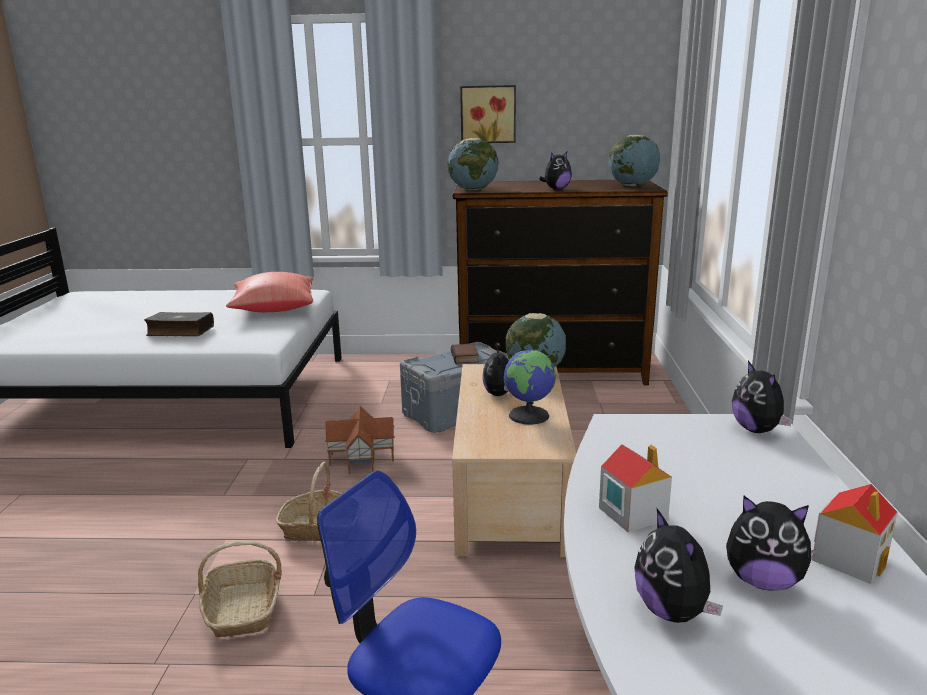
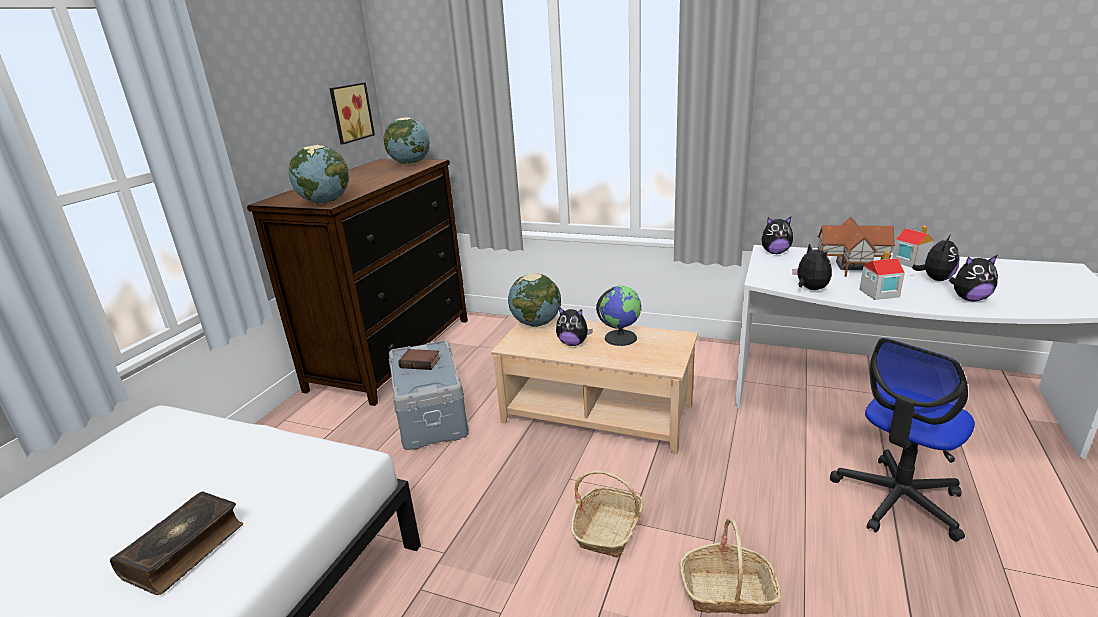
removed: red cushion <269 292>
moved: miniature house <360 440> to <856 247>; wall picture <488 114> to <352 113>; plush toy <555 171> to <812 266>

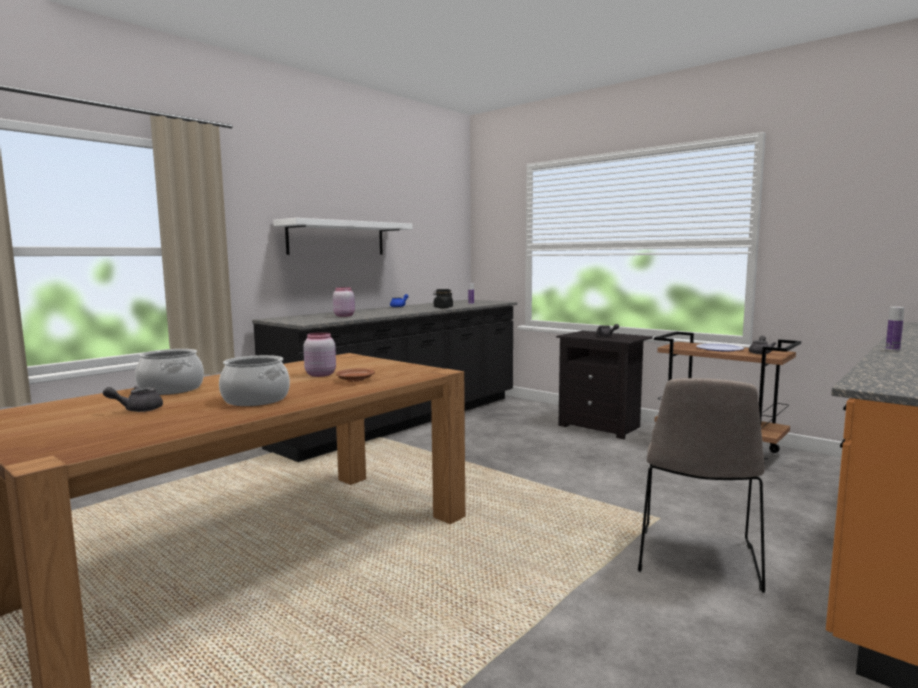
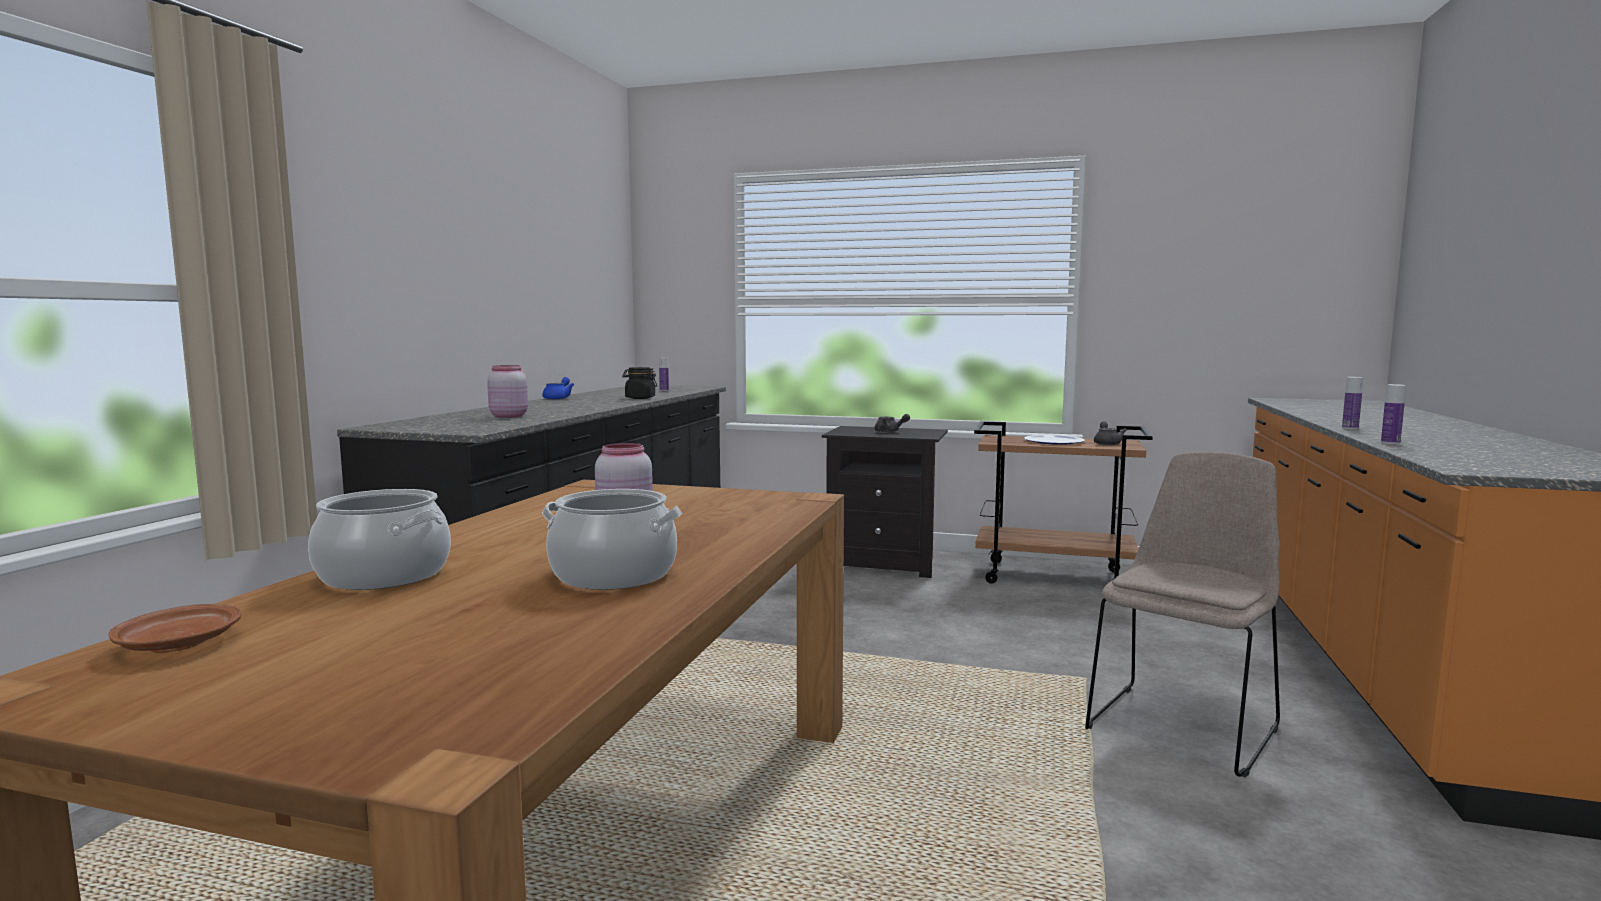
removed: greyish teapot <133 399>; white bracket shelf <343 236>
added: bottle <1393 414>
moved: brownish plate <355 375> to <174 628>
turned: sand-coloured chair <701 485> = <1182 614> 135 degrees counterclockwise

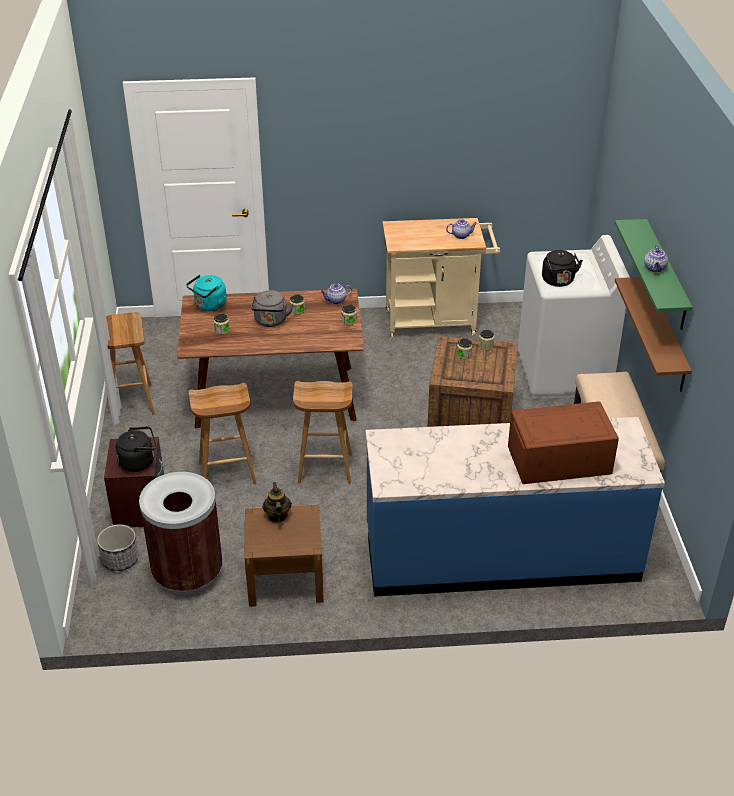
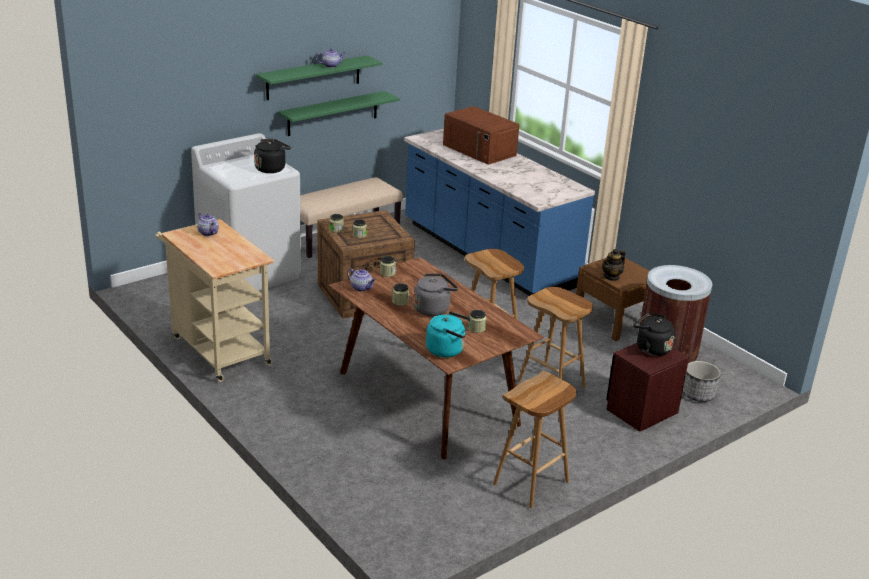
recoloured: brownish bracket shelf <653 334> to greenish bracket shelf <338 113>

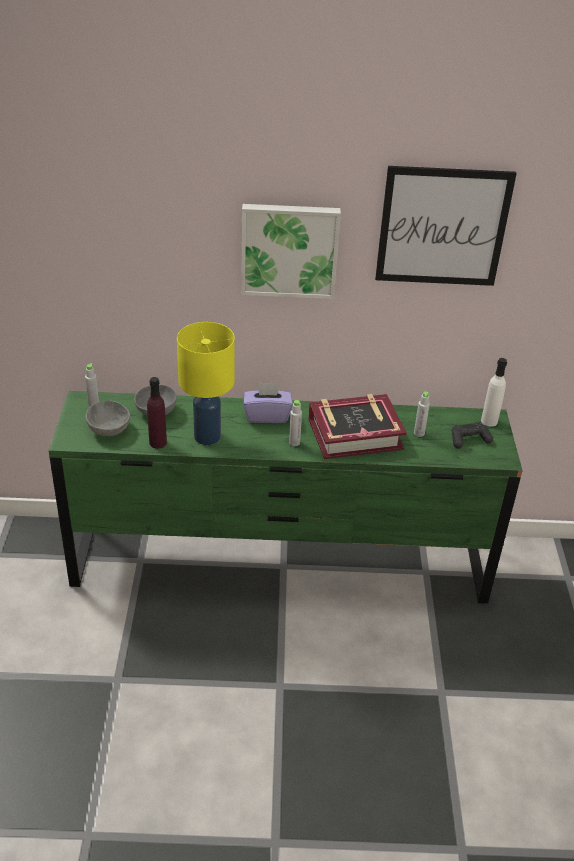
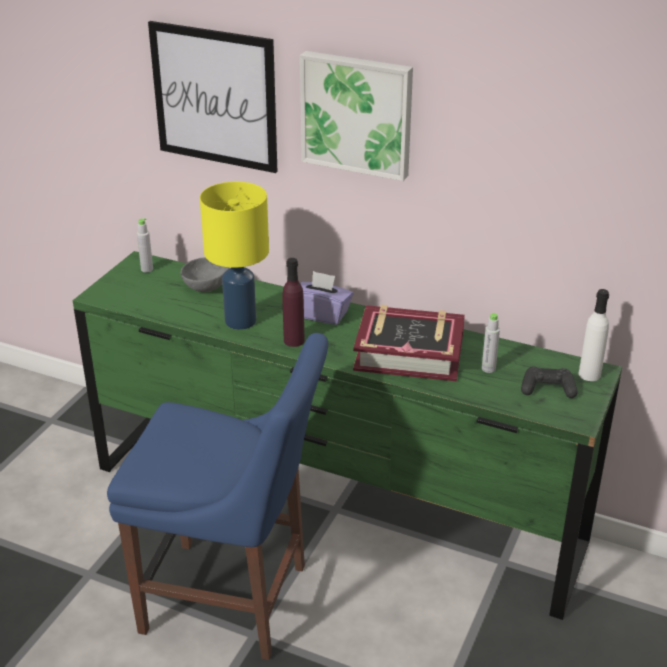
removed: greyish bowl <108 418>; greyish bottle <295 423>
added: blue-coloured chair <217 496>
moved: purple bottle <157 413> to <293 302>; wall picture <446 226> to <213 97>

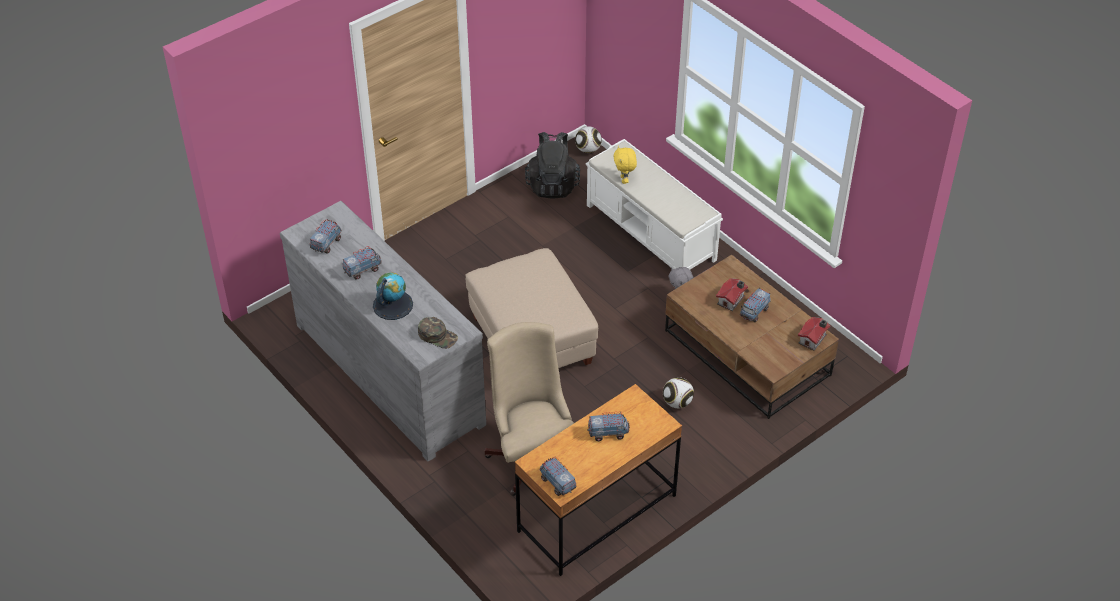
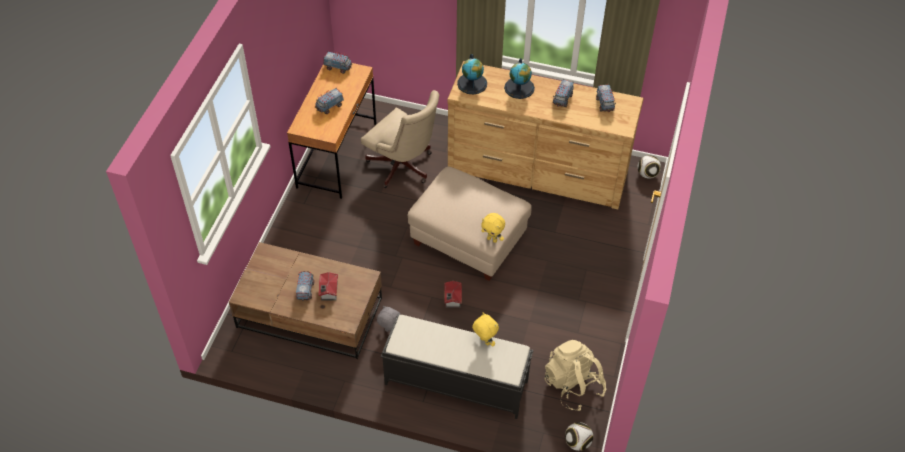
added: yellow-coloured plush toy <493 228>
moved: ball for football <678 392> to <649 167>; miniature house <814 334> to <453 294>
replaced: greenish baseball cap <438 333> to globe <472 74>
recoloured: greyish drawer chest <383 331> to brownish drawer chest <545 135>; blackish knapsack <552 165> to sand-coloured knapsack <575 375>; white long seat <654 204> to blackish long seat <457 367>

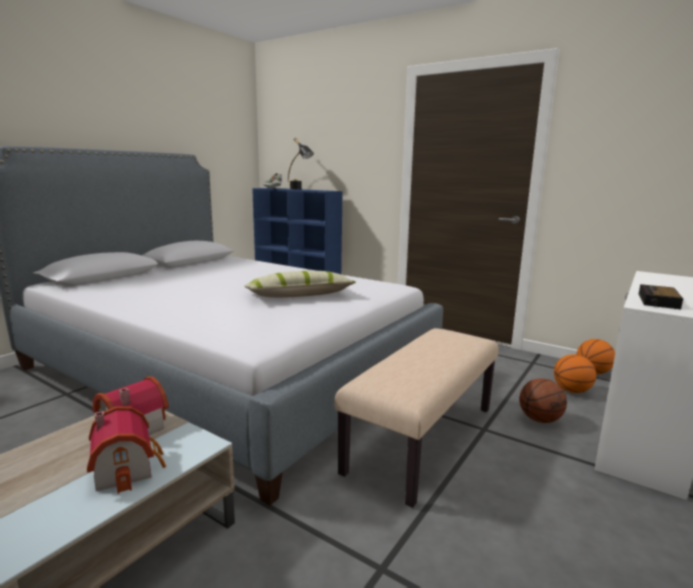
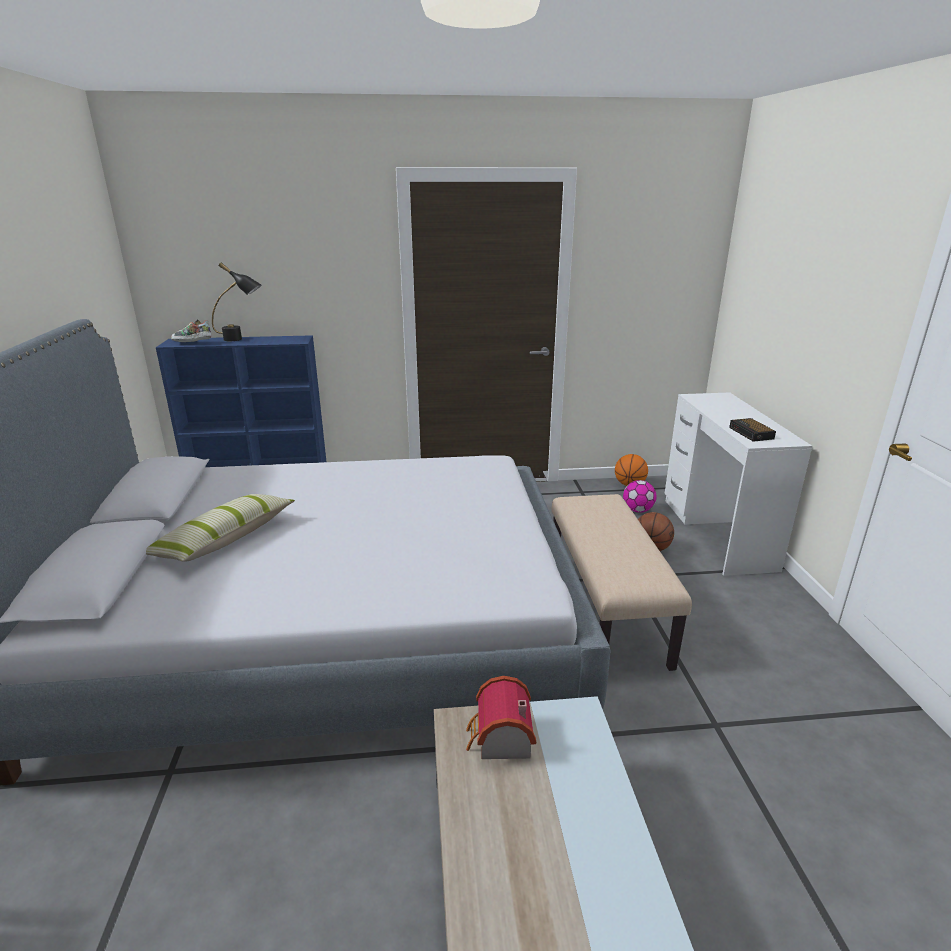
removed: miniature house <126 450>
moved: cushion <300 284> to <220 528>
replaced: basketball <575 373> to ball for football <639 496>

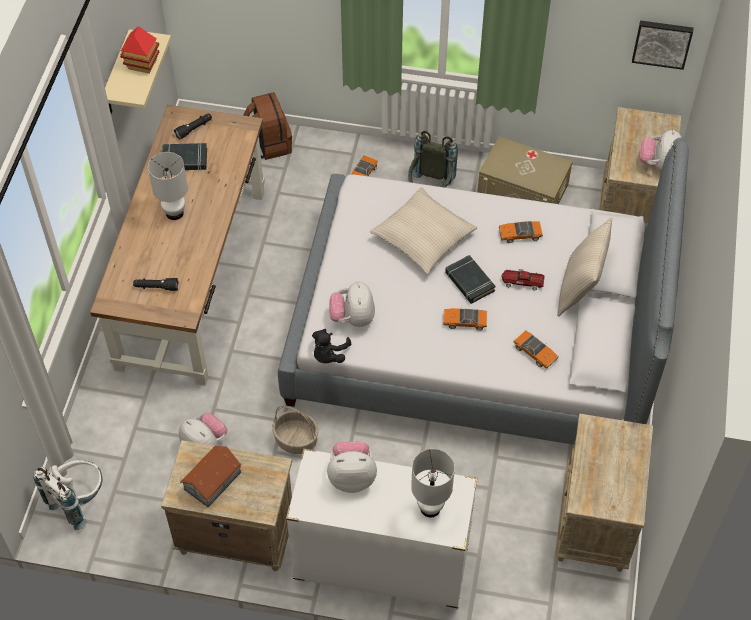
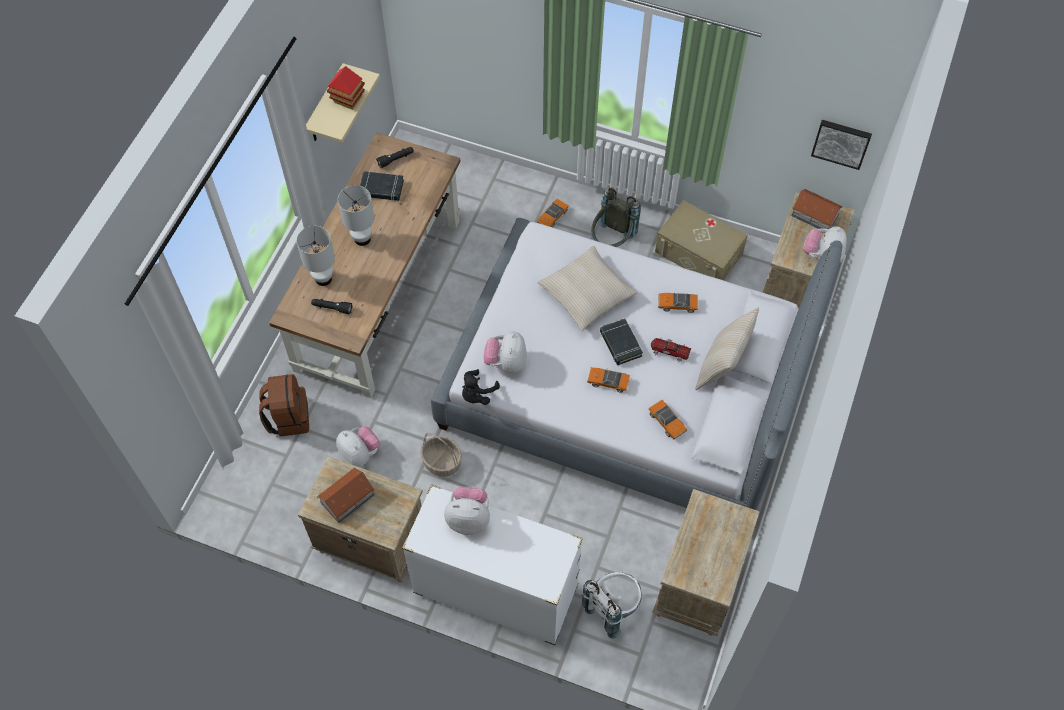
added: miniature house <817 209>
moved: white knapsack <67 495> to <612 605>; brownish knapsack <267 126> to <284 405>; white tabletop lamp <433 483> to <315 256>

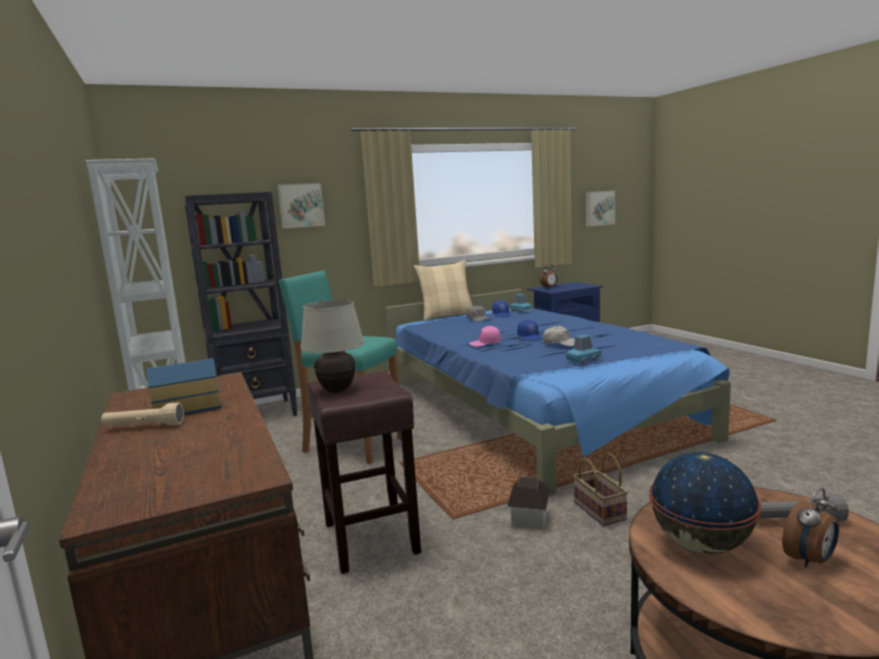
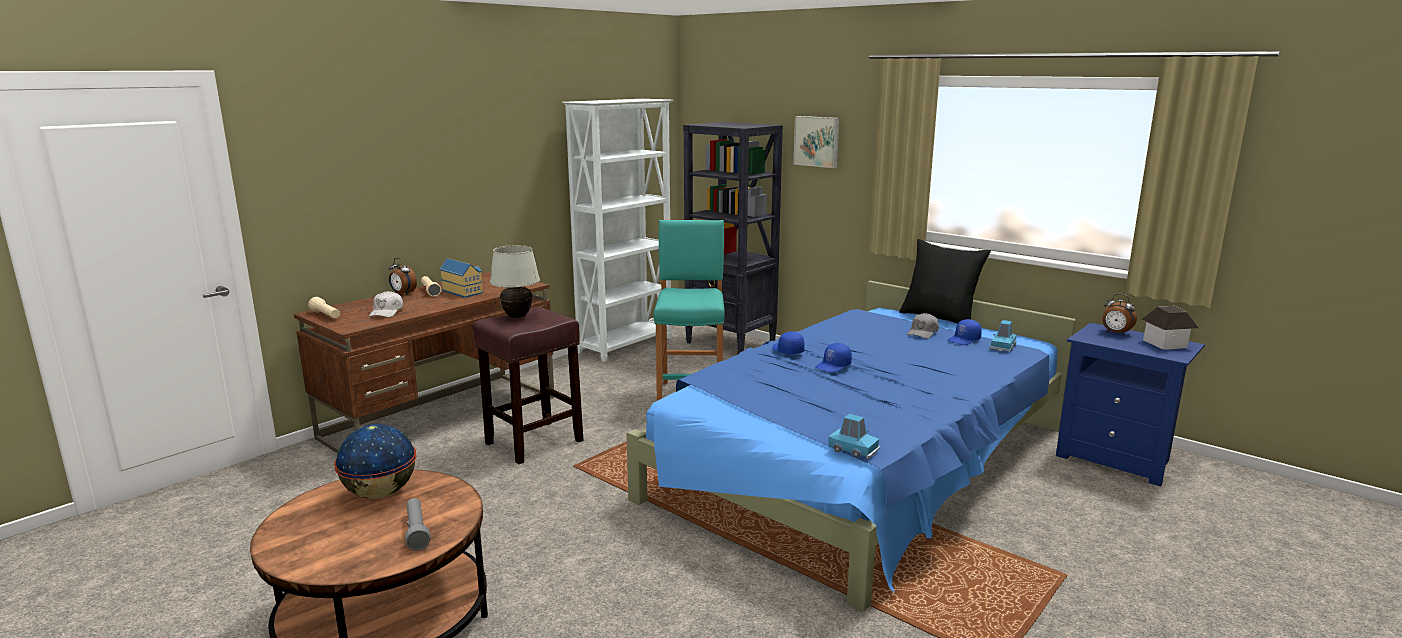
removed: storage basket <600 489>; wall picture <600 208>
added: sand-coloured torch <324 307>
moved: miniature house <528 502> to <1169 328>; white baseball cap <559 336> to <385 304>; blue-coloured miniature car <584 349> to <854 436>; alarm clock <810 528> to <403 276>
recoloured: sand-coloured cushion <443 290> to blackish cushion <945 281>; pinkish baseball cap <485 336> to blue-coloured baseball cap <788 342>

